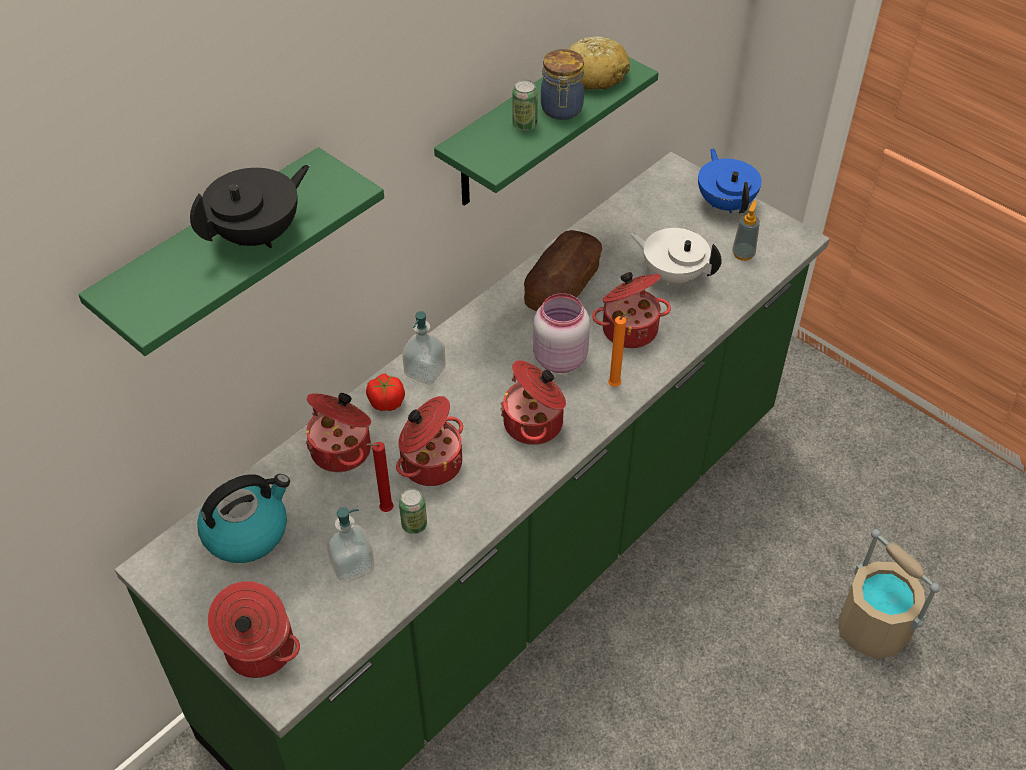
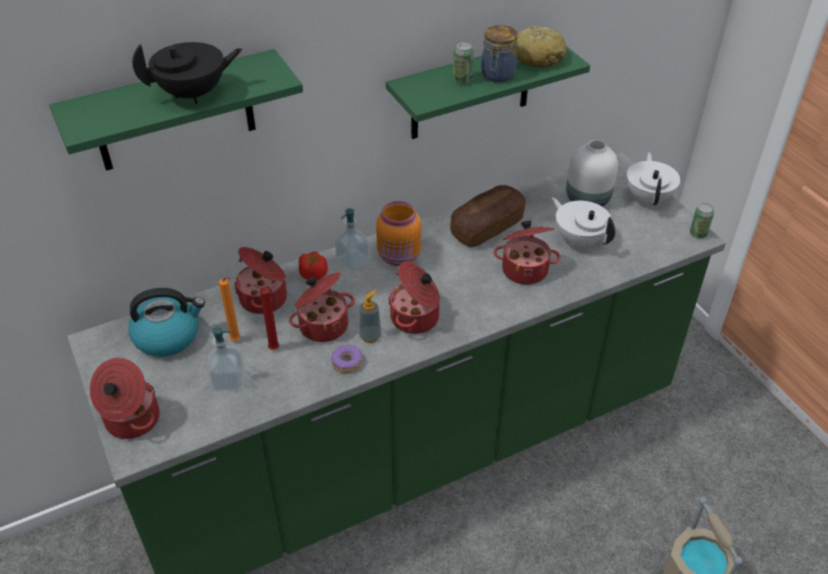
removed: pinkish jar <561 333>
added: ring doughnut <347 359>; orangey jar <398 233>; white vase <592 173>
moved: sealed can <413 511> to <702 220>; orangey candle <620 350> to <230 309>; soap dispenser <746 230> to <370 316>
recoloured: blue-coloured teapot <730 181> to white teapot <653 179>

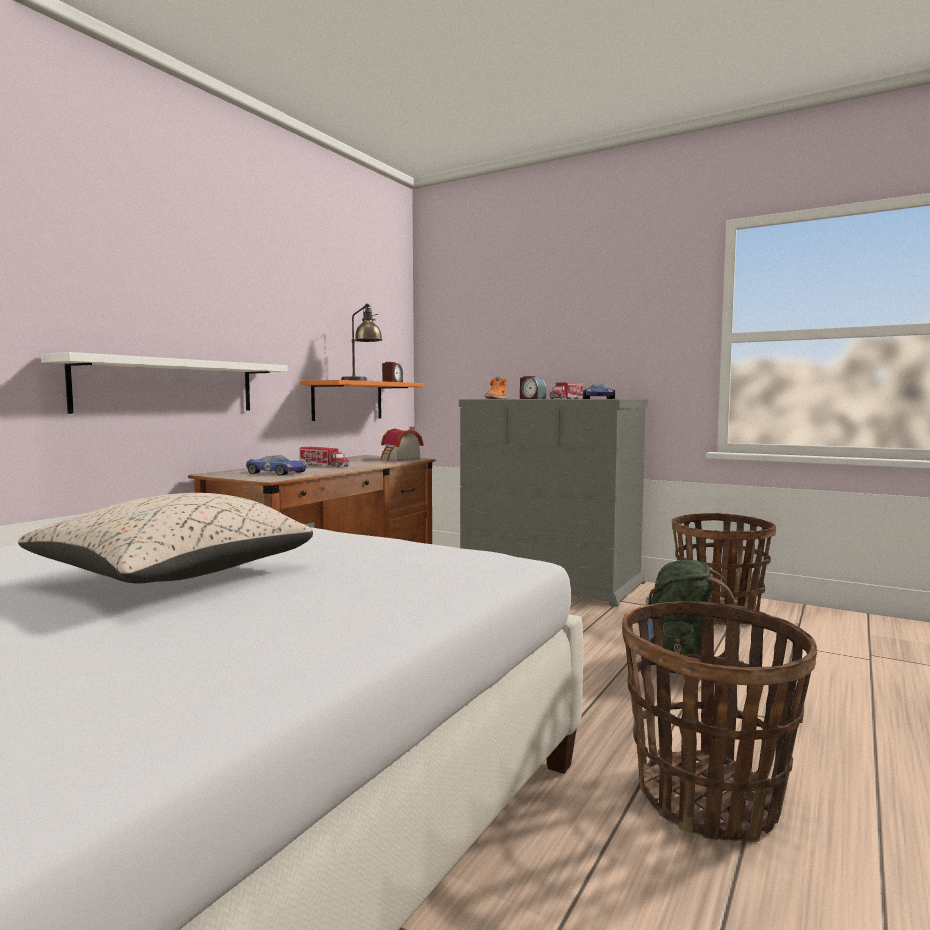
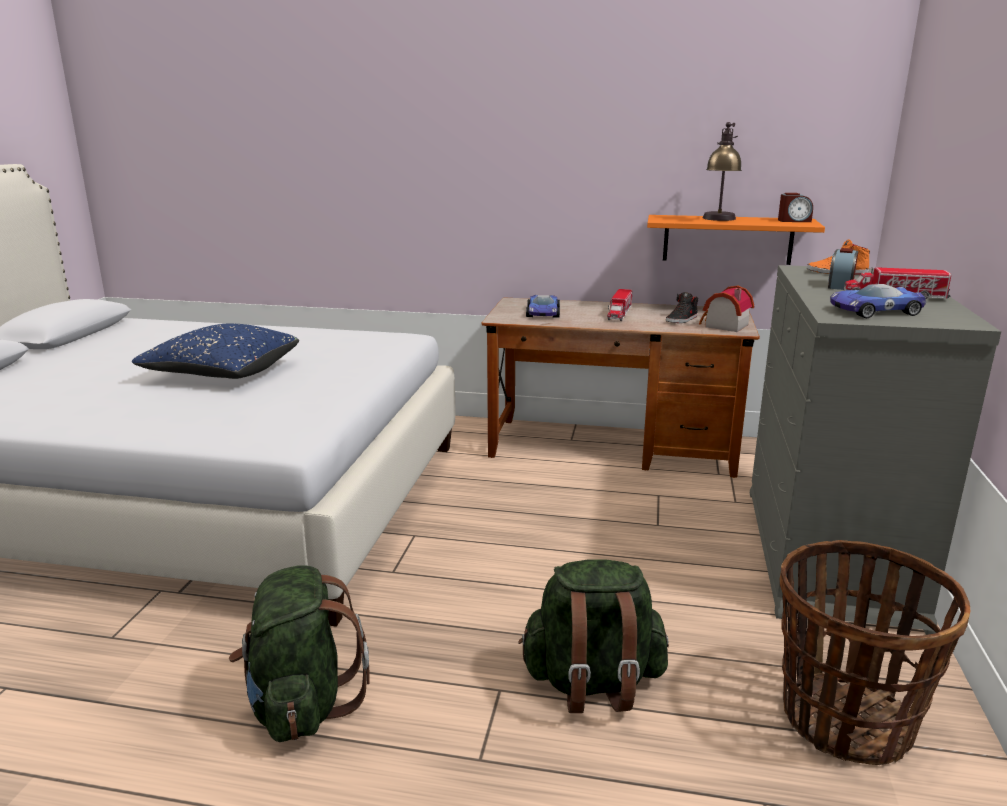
removed: white bracket shelf <164 383>
added: blackish item of footwear <682 307>
replaced: storage basket <719 721> to greenish knapsack <299 653>
recoloured: sand-coloured cushion <165 538> to blue-coloured cushion <215 351>

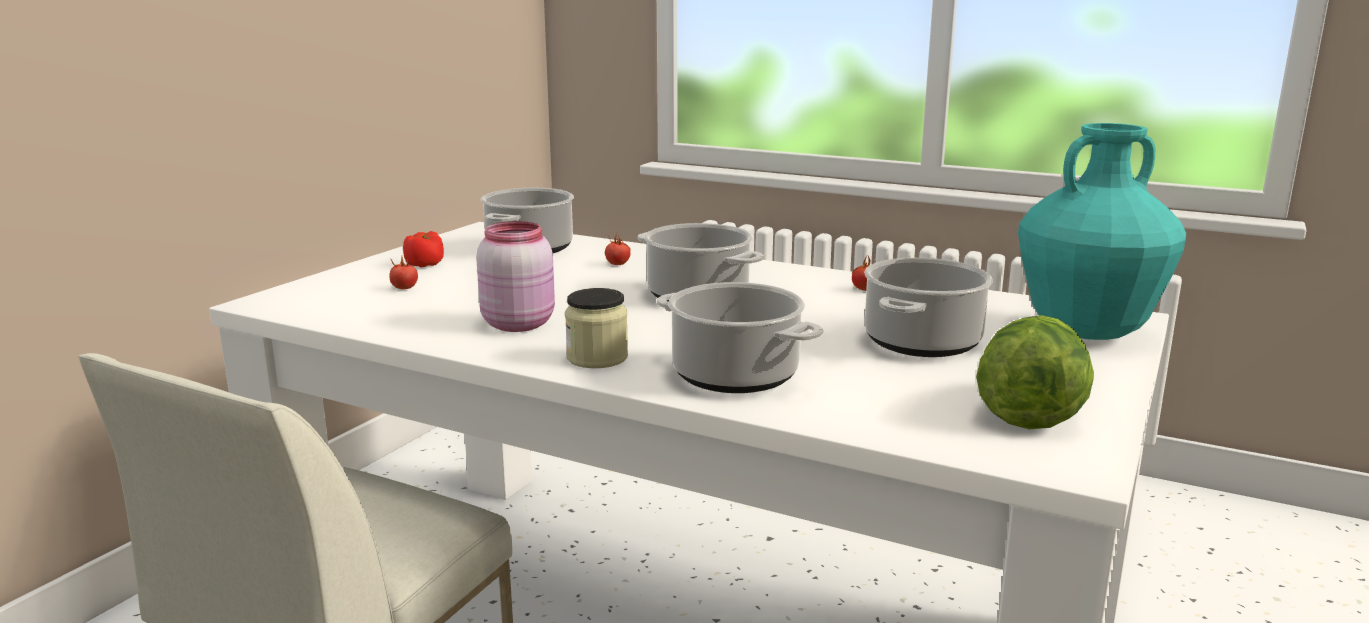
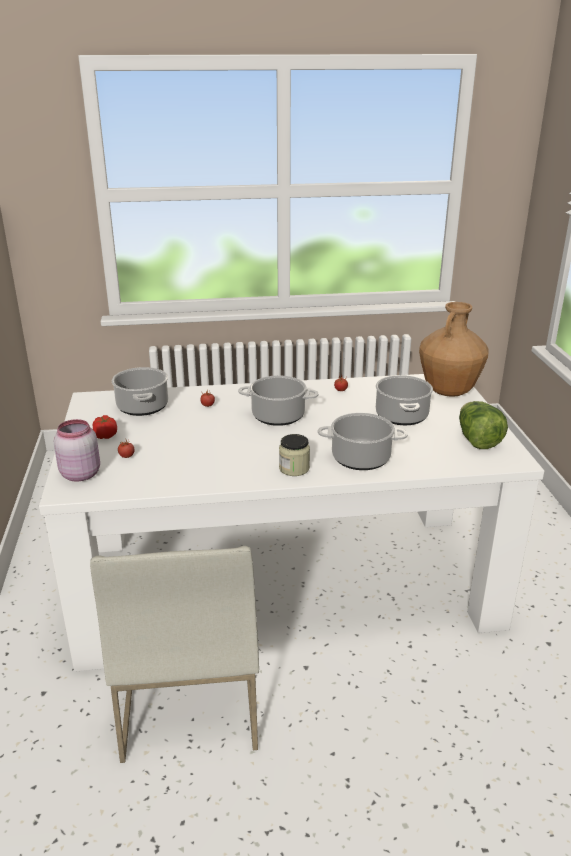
moved: pinkish jar <515 276> to <77 450>
recoloured: blue-green vase <1102 231> to brownish vase <454 349>

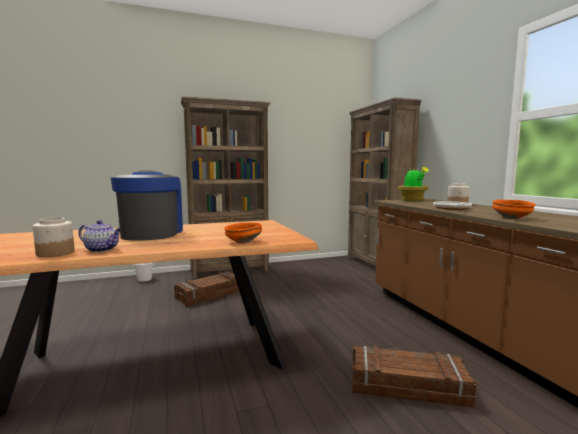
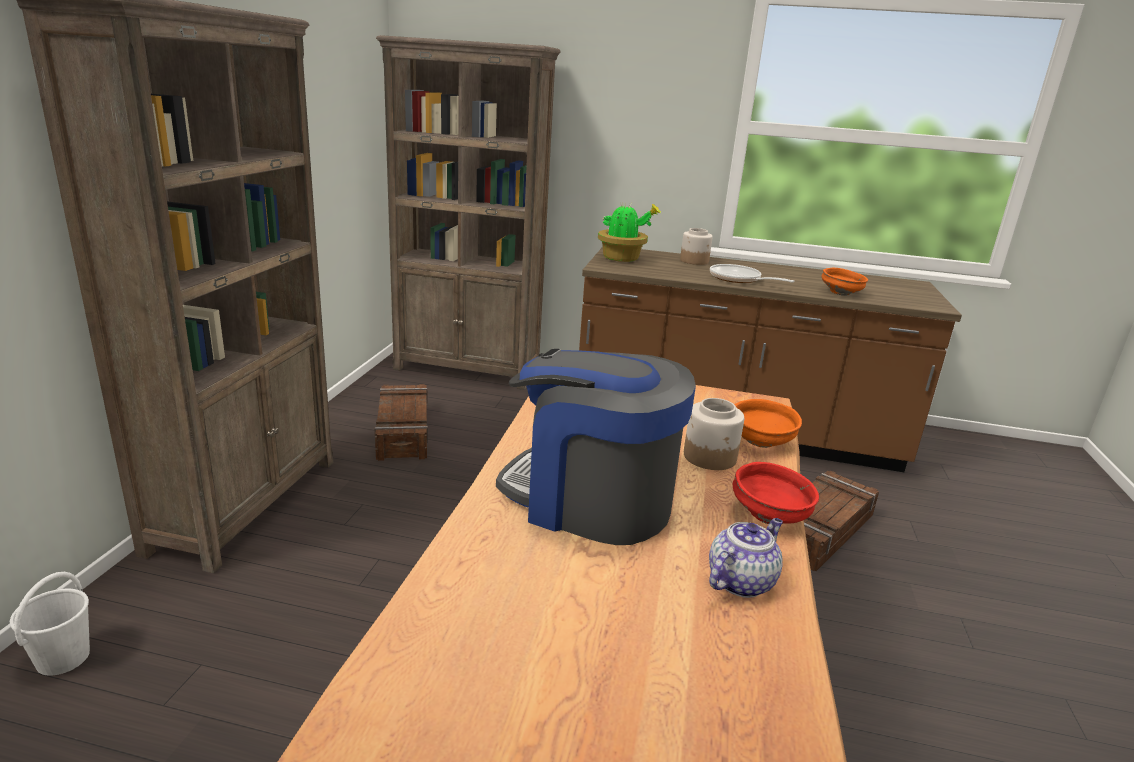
added: red bowl <776 493>
moved: jar <54 237> to <714 434>; crate <206 289> to <401 422>

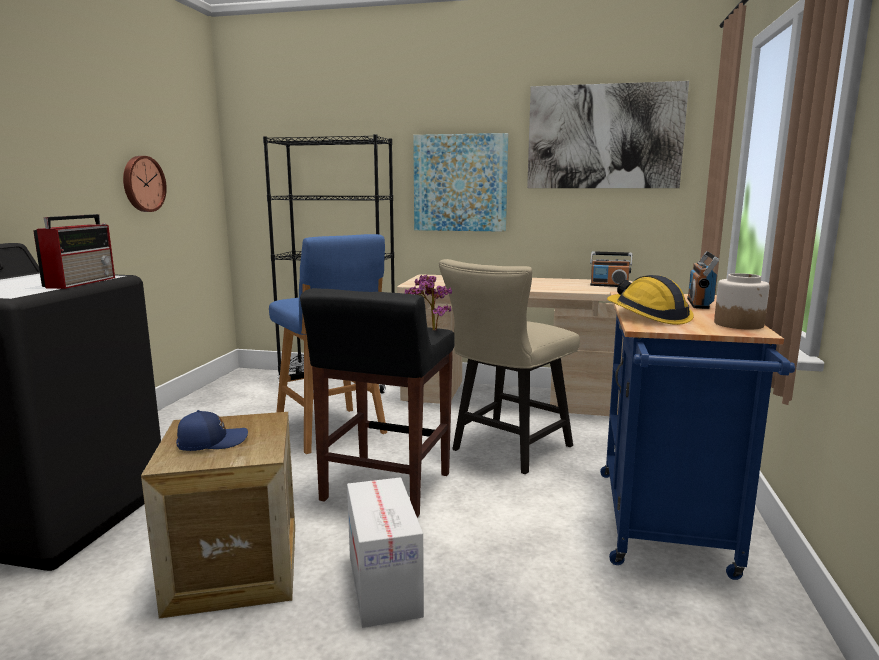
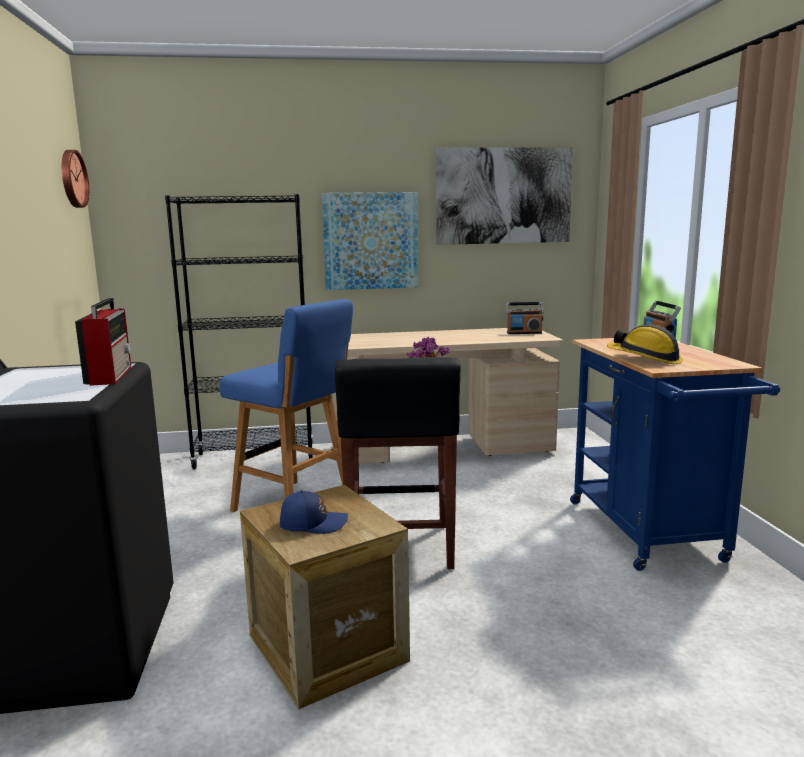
removed: cardboard box <385 552>; sand-coloured chair <509 366>; jar <742 301>
moved: hanging clock <145 184> to <75 179>
turned: blue-coloured baseball cap <212 430> = <314 512> 45 degrees clockwise

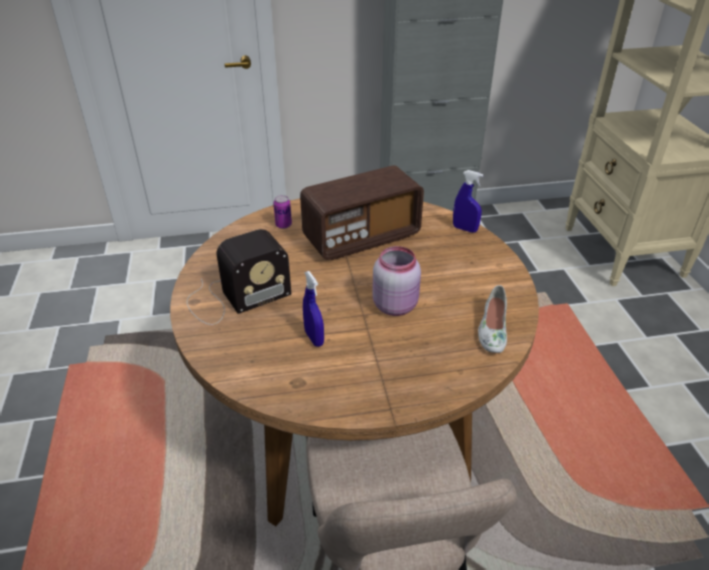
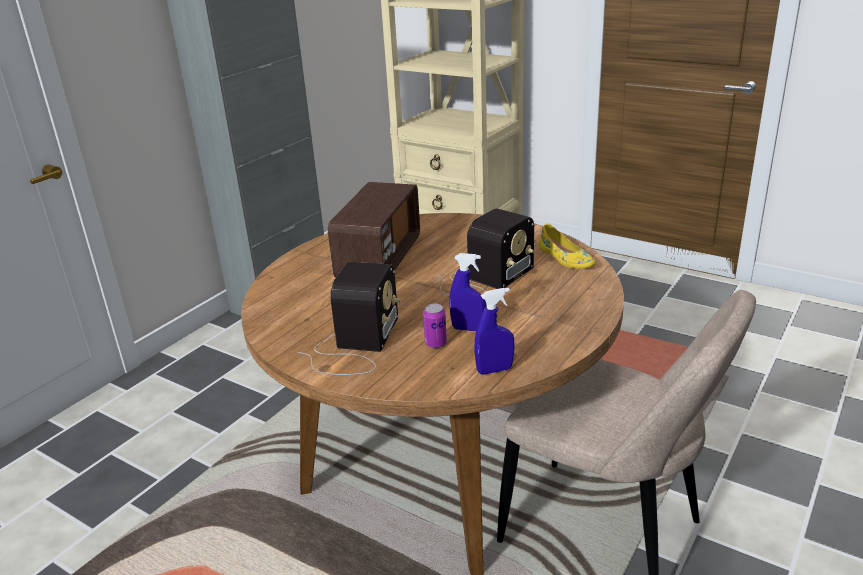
moved: sealed can <282 212> to <435 326>; blue-coloured spray bottle <468 201> to <494 331>
replaced: pinkish jar <396 281> to radio receiver <485 252>
recoloured: white item of footwear <492 319> to yellow-coloured item of footwear <567 246>

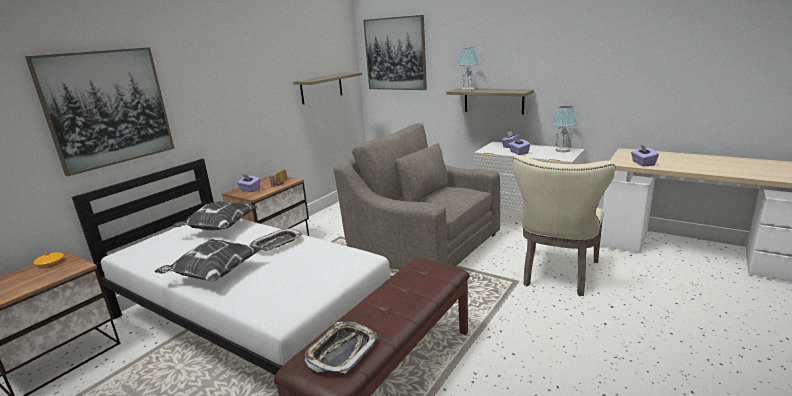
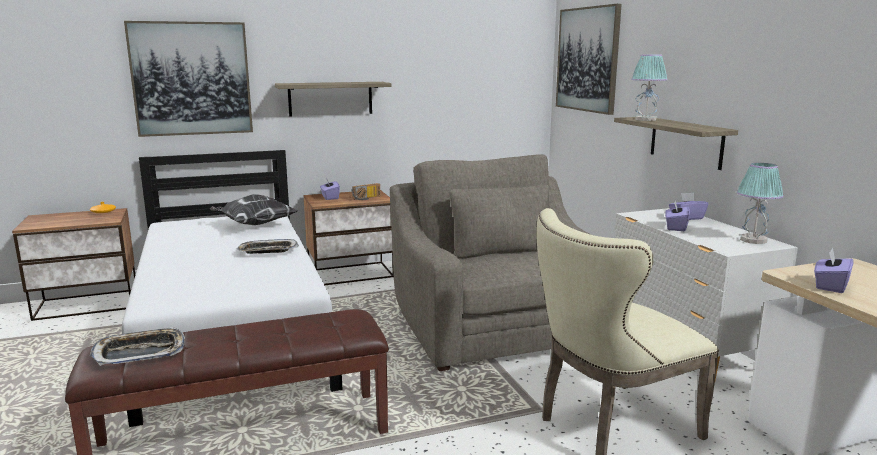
removed: cushion <208 260>
moved: bracket shelf <327 88> to <333 99>

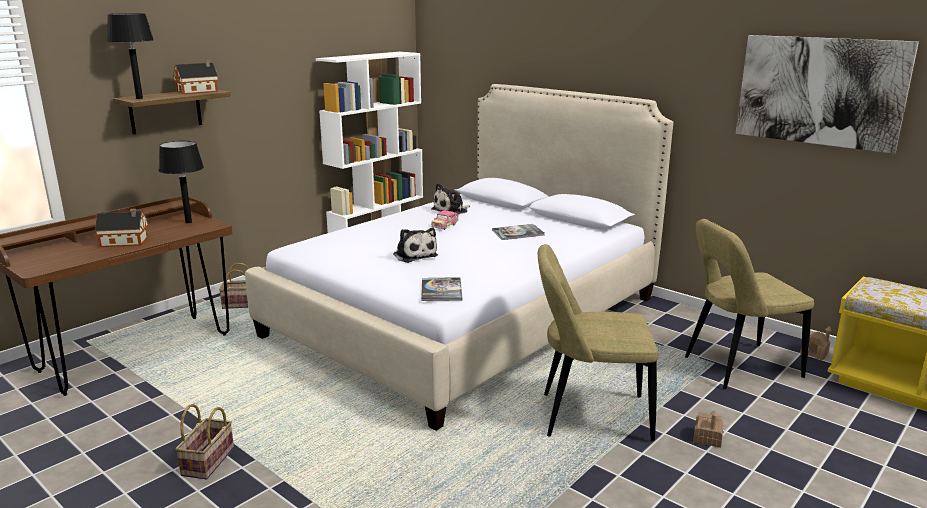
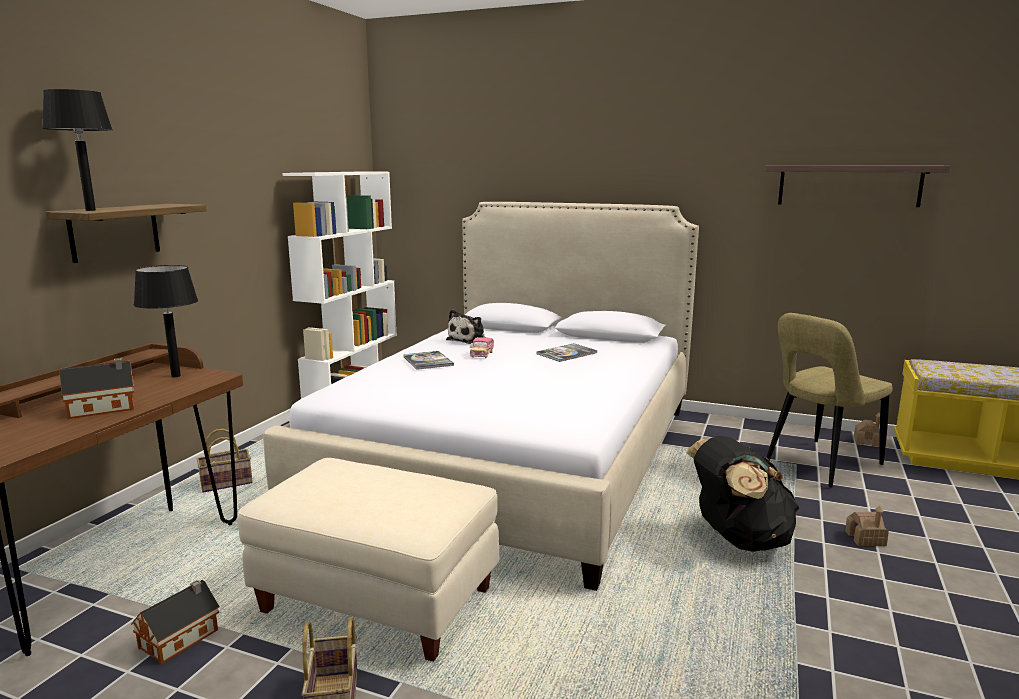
removed: plush toy <416 245>
added: sand-coloured pouffe <368 560>
moved: miniature house <196 77> to <175 622>; bound book <441 289> to <428 360>
replaced: sand-coloured chair <598 342> to blackish knapsack <742 494>; wall picture <827 94> to bracket shelf <858 186>

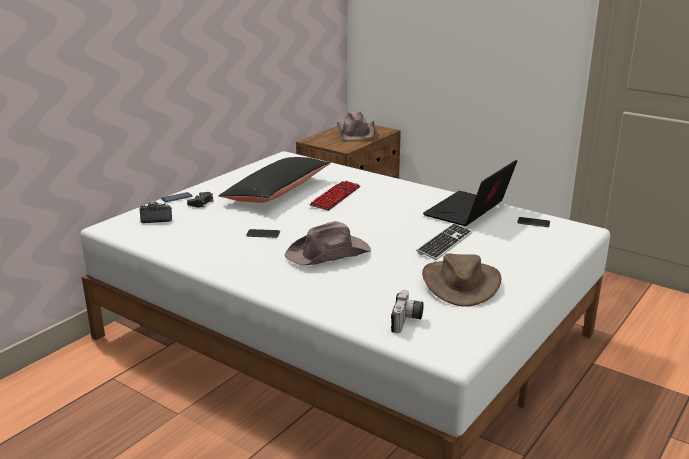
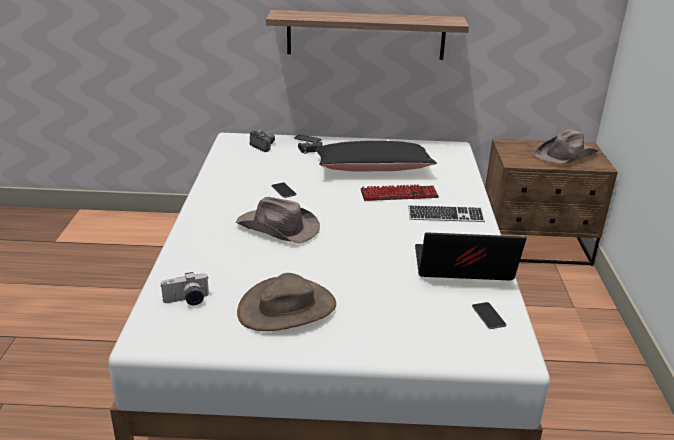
added: bracket shelf <367 35>
moved: PC keyboard <444 241> to <446 213>

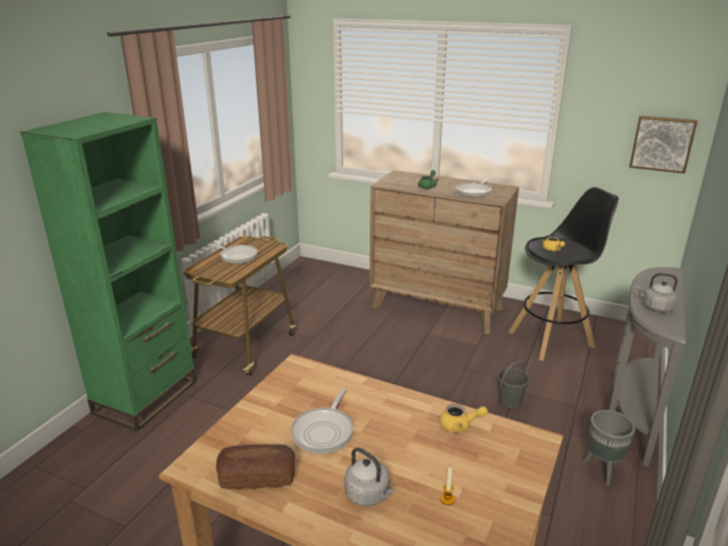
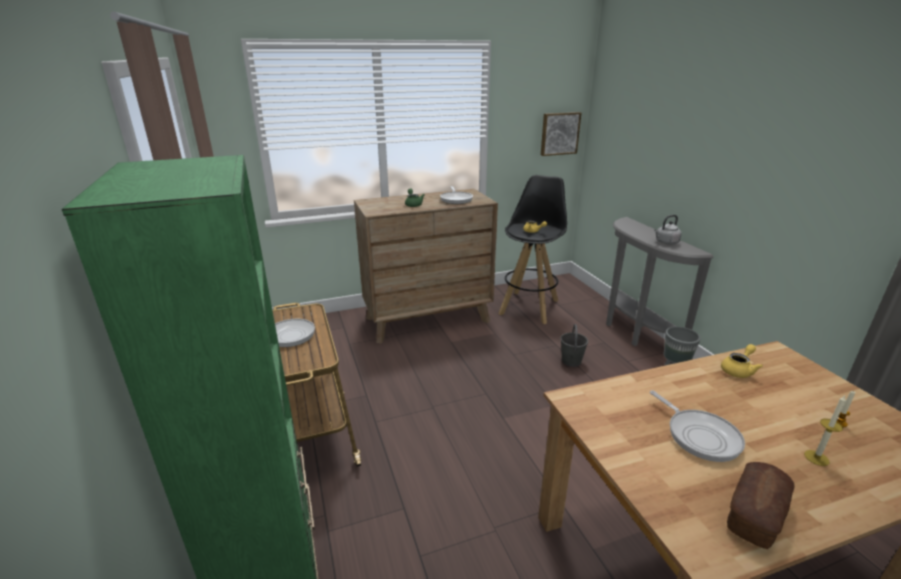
replaced: greyish tea kettle <369 476> to candle <825 431>

